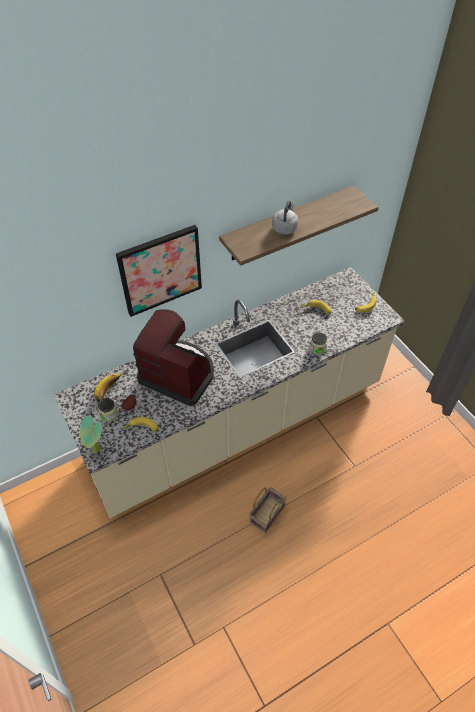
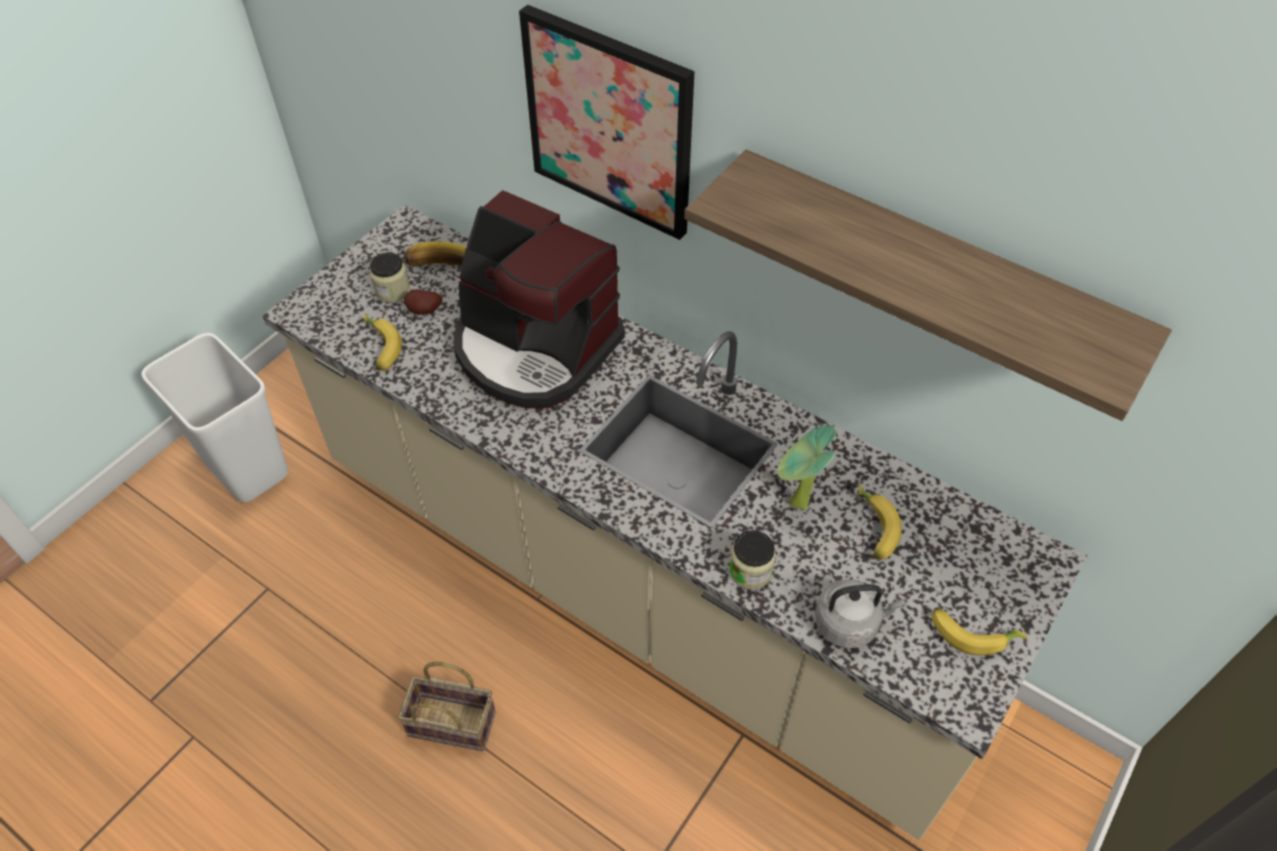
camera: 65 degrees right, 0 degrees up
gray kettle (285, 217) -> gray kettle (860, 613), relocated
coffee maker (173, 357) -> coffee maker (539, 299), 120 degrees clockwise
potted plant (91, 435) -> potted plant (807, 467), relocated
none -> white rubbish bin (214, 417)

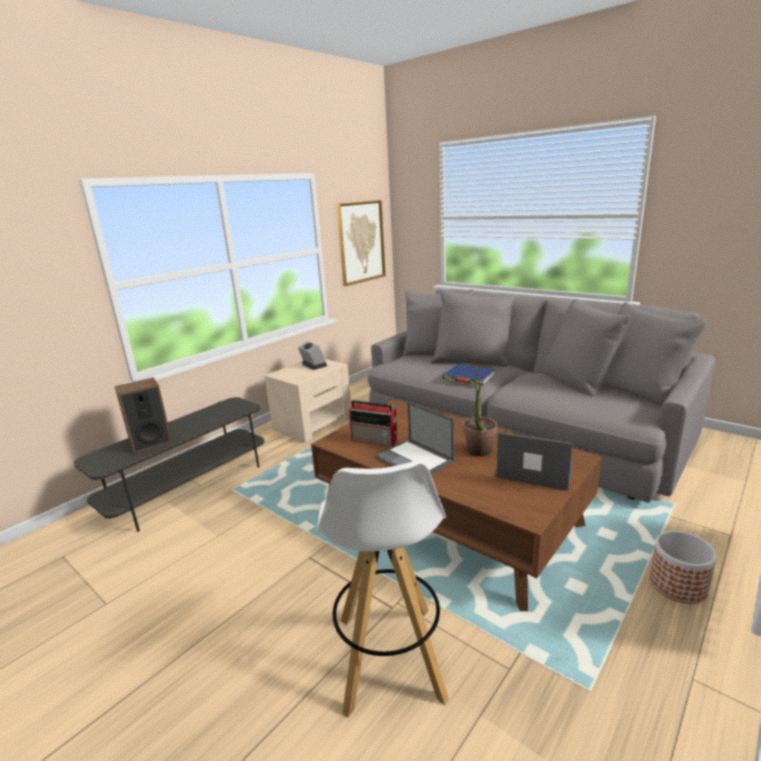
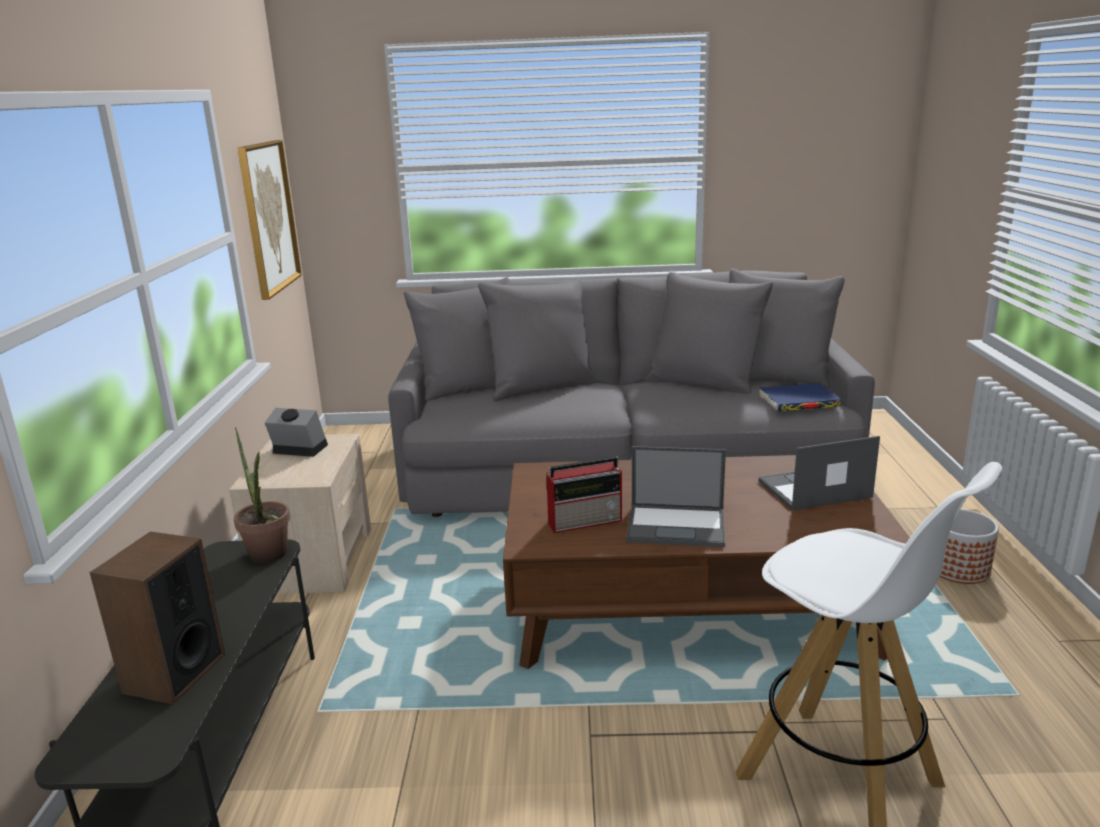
camera: 40 degrees left, 0 degrees up
bluish bound book (468, 374) -> bluish bound book (800, 397), relocated
potted plant (480, 411) -> potted plant (262, 495), relocated

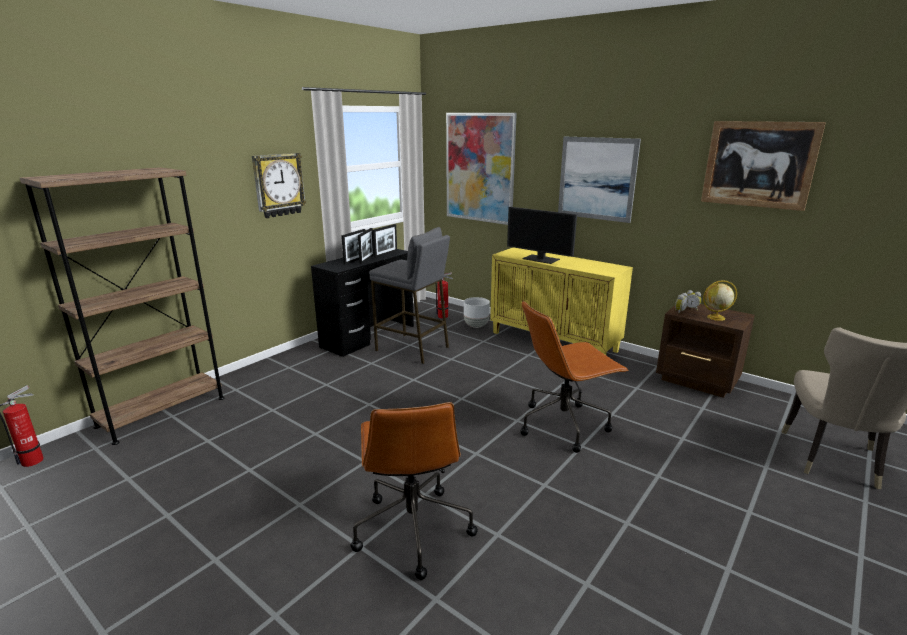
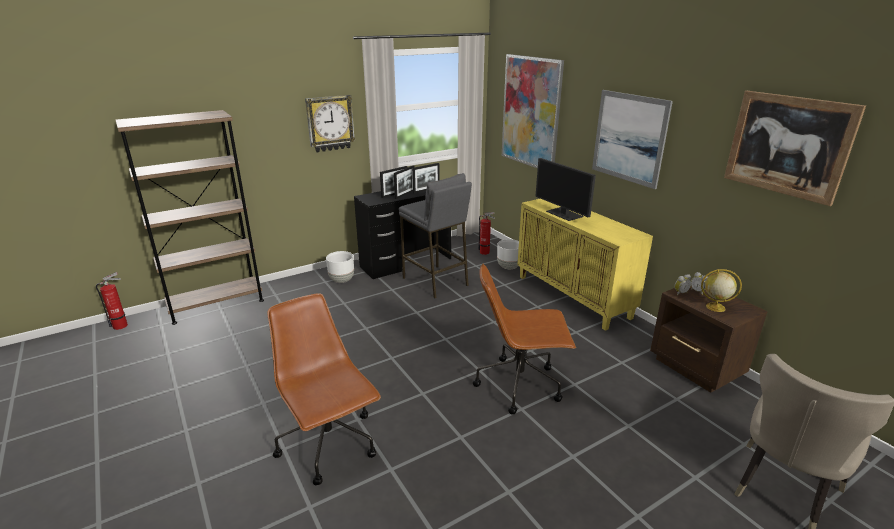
camera: 20 degrees right, 5 degrees up
brown desk chair (414, 491) -> brown desk chair (324, 389), 135 degrees clockwise
none -> white plant pot (340, 267)

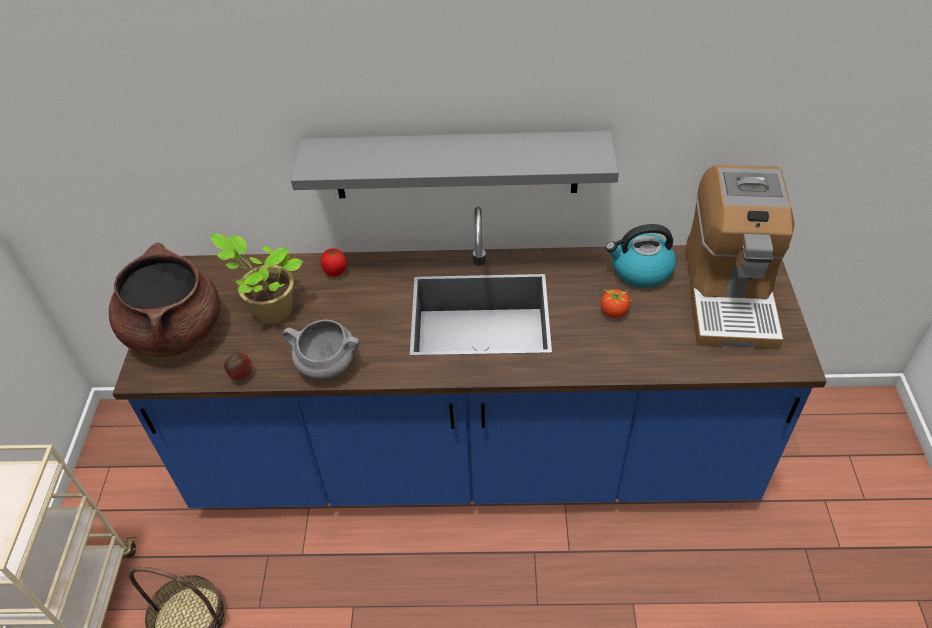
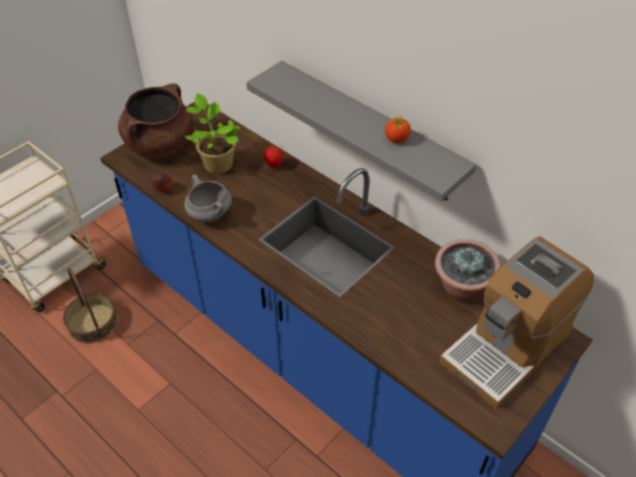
camera: 40 degrees right, 0 degrees up
kettle (640, 256) -> potted plant (468, 270)
whole tomato (616, 303) -> whole tomato (398, 129), relocated

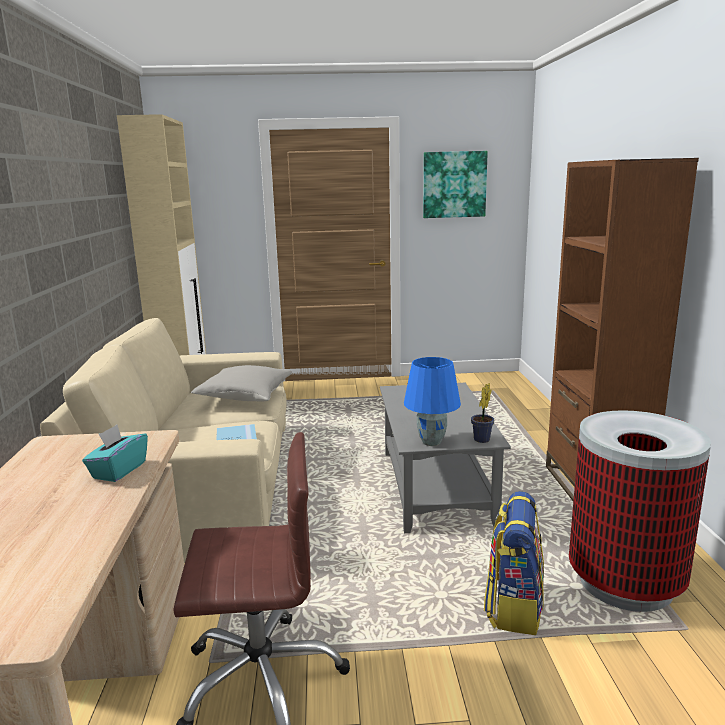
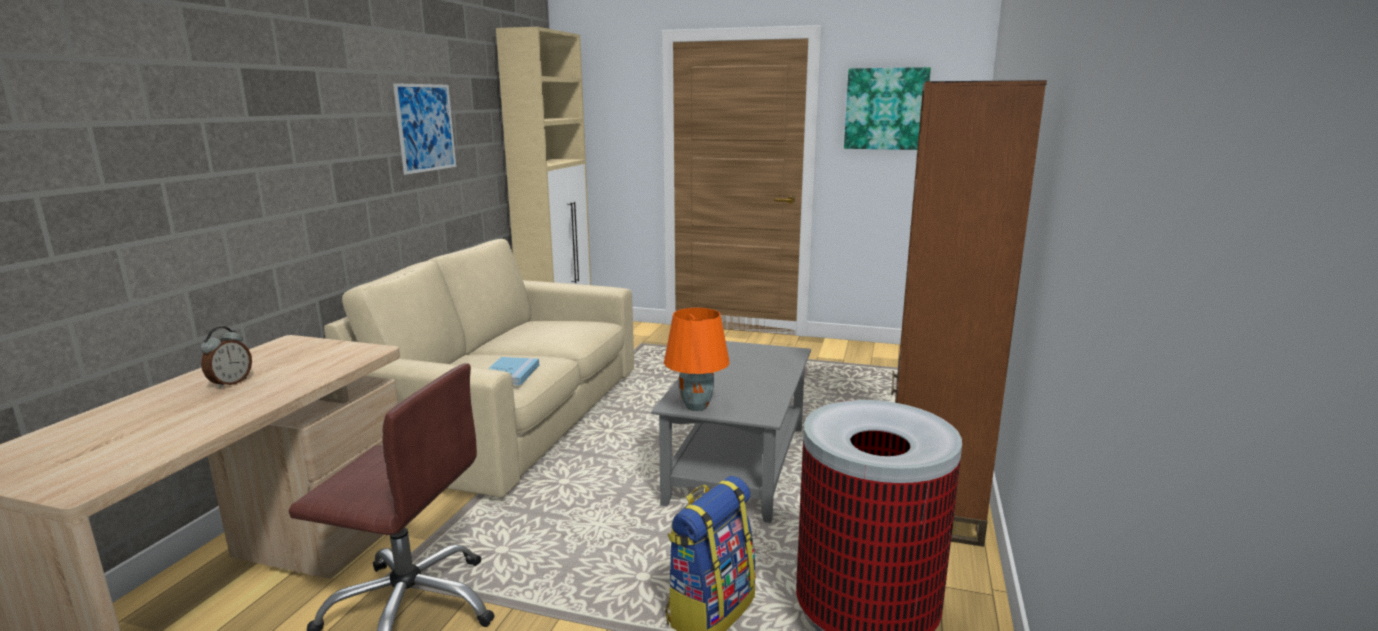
camera: 20 degrees right, 0 degrees up
bluish lamp for a table (432, 401) -> orange lamp for a table (696, 359)
gray pillow (241, 383) -> none
potted plant (482, 413) -> none
turquoise-coloured box of tissues (115, 453) -> none
none -> wall picture (424, 129)
none -> alarm clock (226, 358)

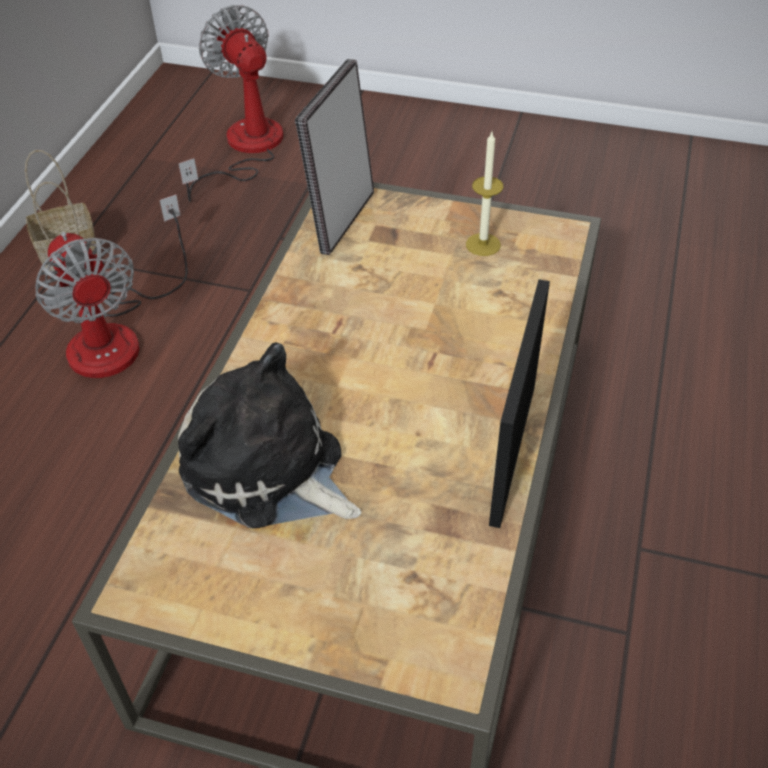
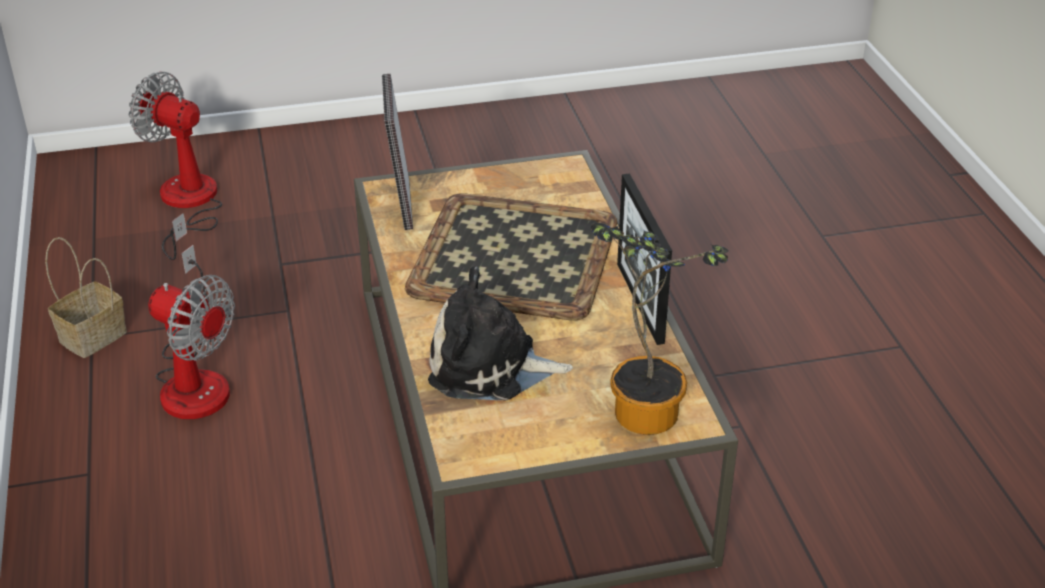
camera: 30 degrees left, 10 degrees down
candle (484, 194) -> none
none -> serving tray (511, 257)
none -> potted plant (660, 329)

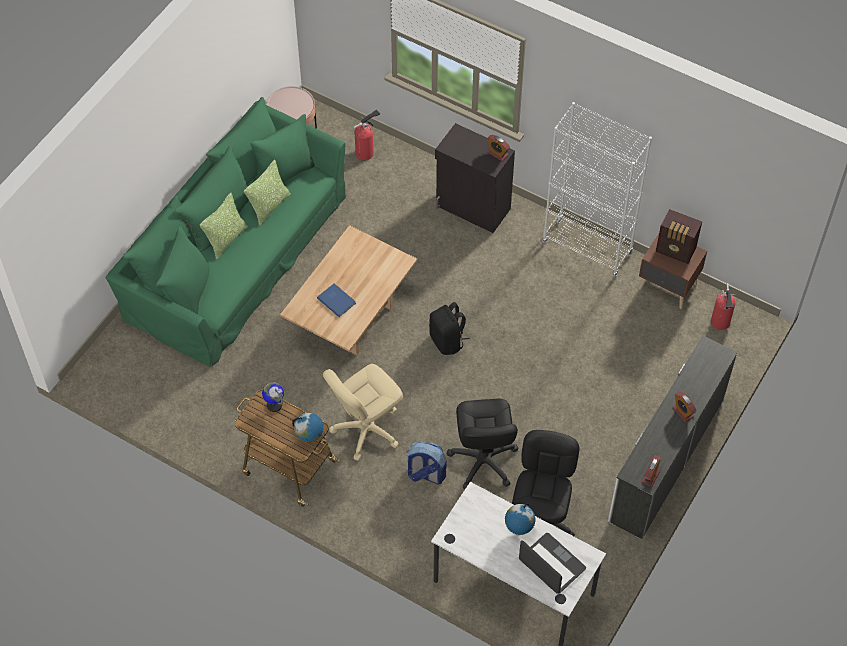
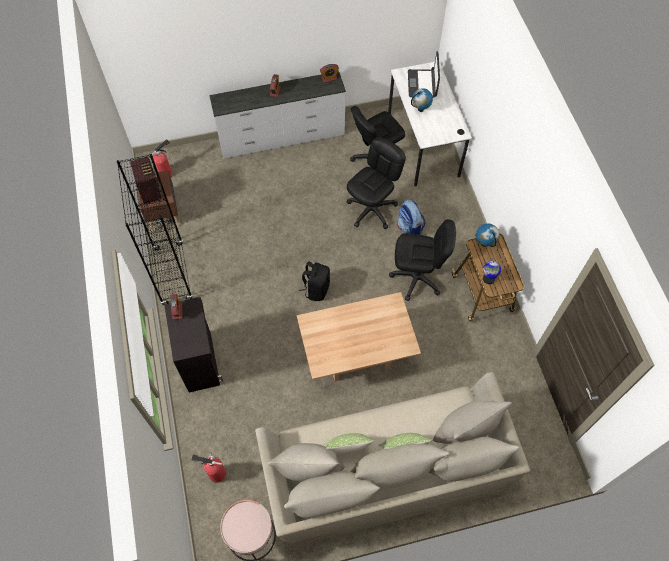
camera: 135 degrees left, 5 degrees up
green-coloured settee (226, 232) -> beige settee (392, 461)
white bookshelf (597, 189) -> blackish bookshelf (155, 229)
bluish bound book (336, 300) -> none
beige desk chair (363, 412) -> blackish desk chair (422, 260)

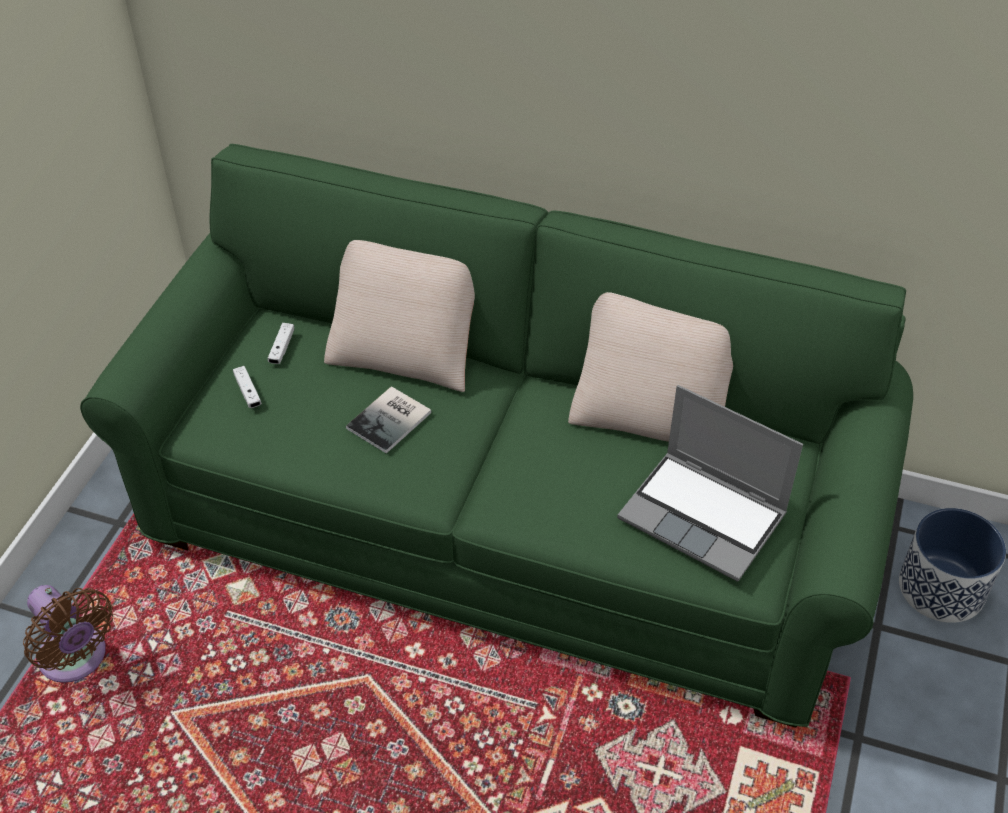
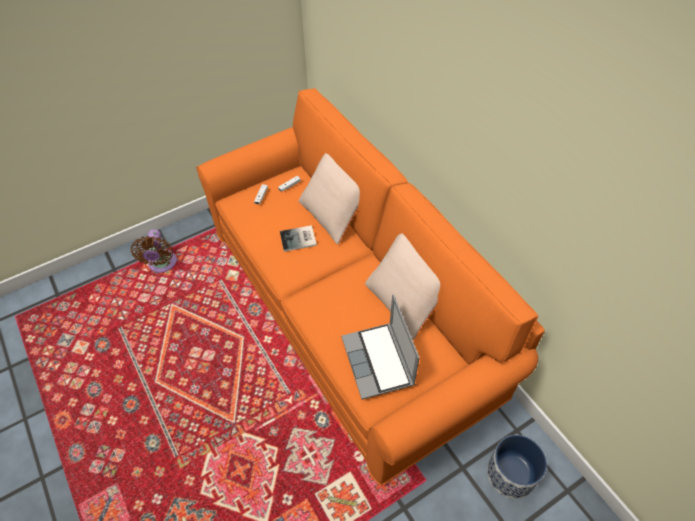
camera: 40 degrees right, 5 degrees up
green-coloured settee (496, 436) -> orange settee (371, 287)

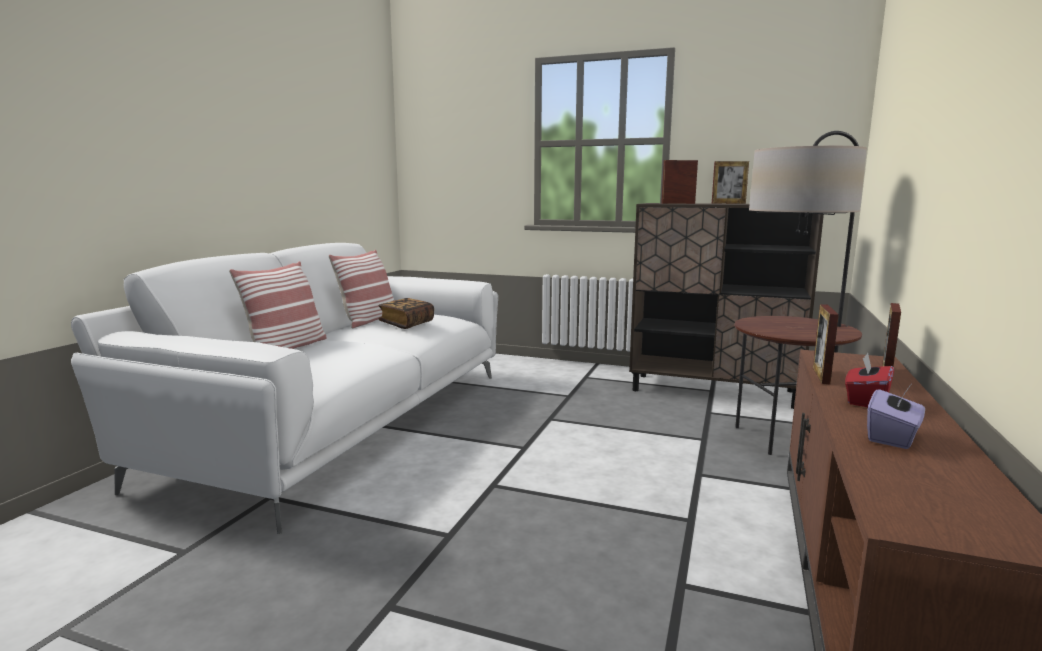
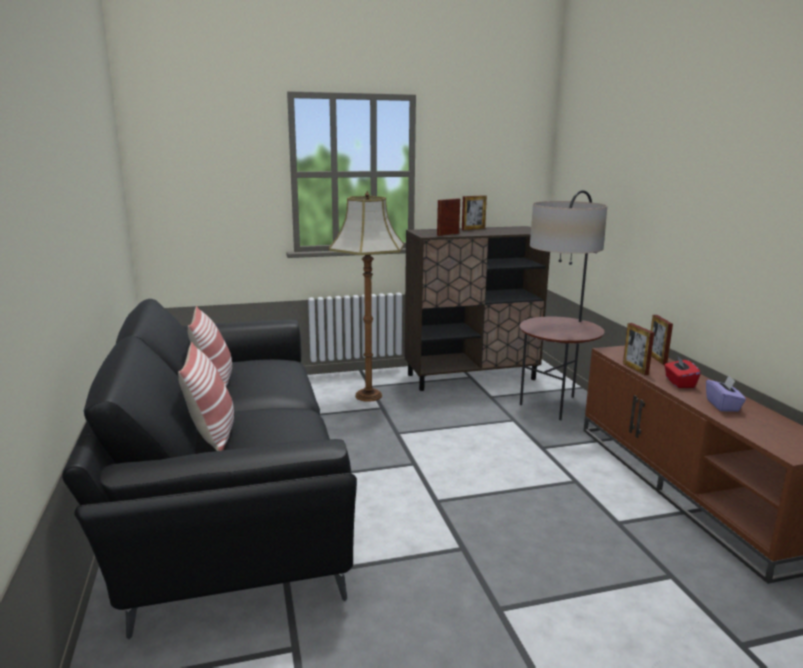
camera: 35 degrees left, 5 degrees up
white settee (284, 388) -> blackish settee (209, 469)
bound book (406, 313) -> none
none -> standard lamp (366, 296)

